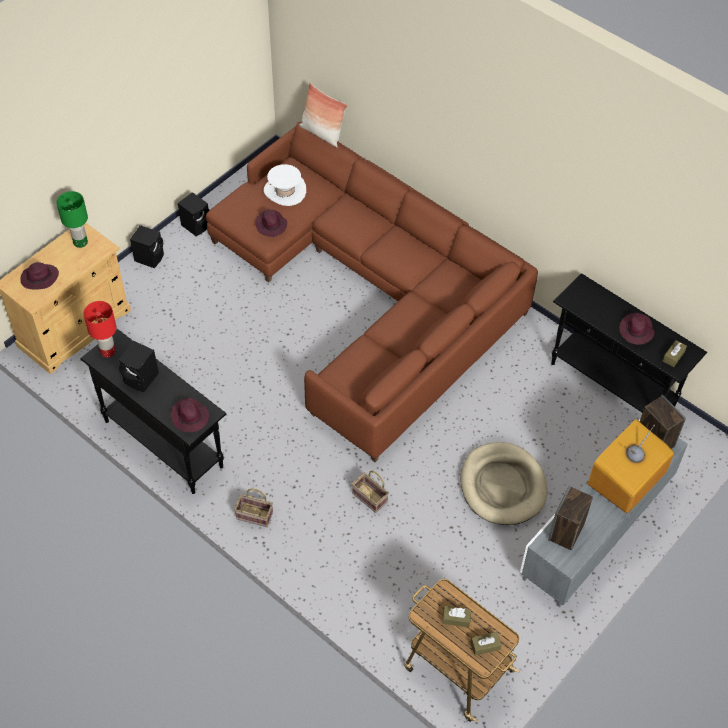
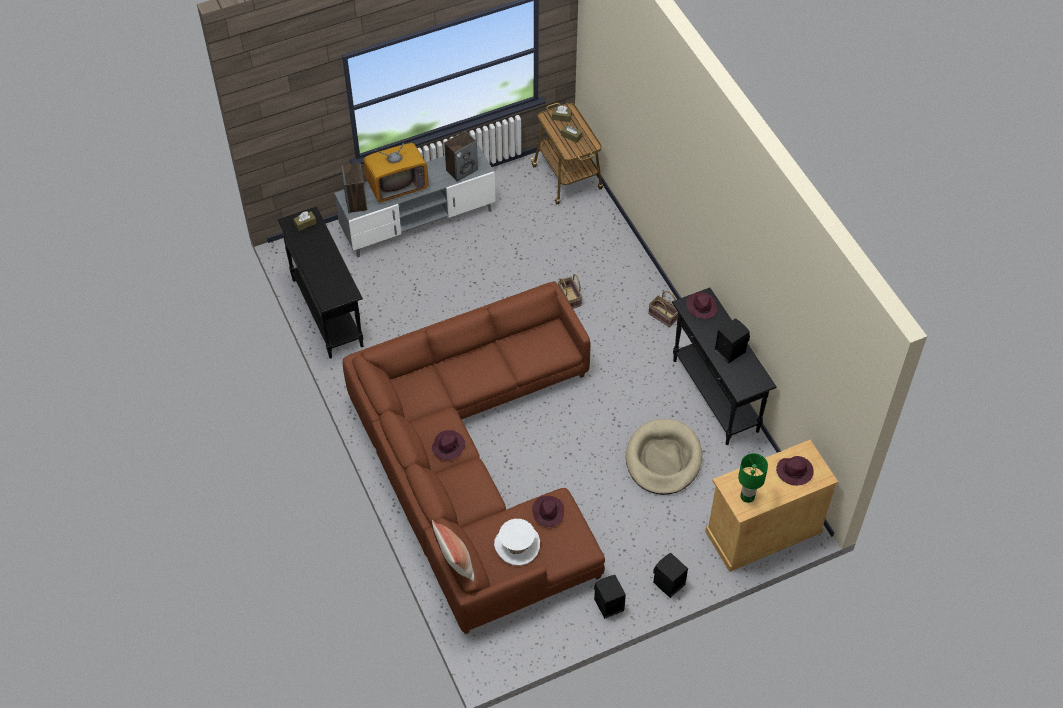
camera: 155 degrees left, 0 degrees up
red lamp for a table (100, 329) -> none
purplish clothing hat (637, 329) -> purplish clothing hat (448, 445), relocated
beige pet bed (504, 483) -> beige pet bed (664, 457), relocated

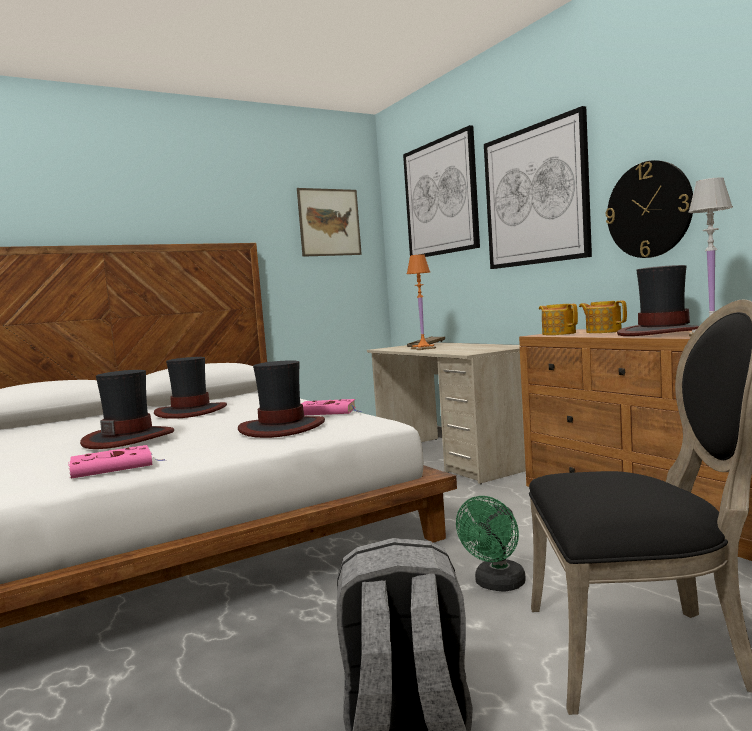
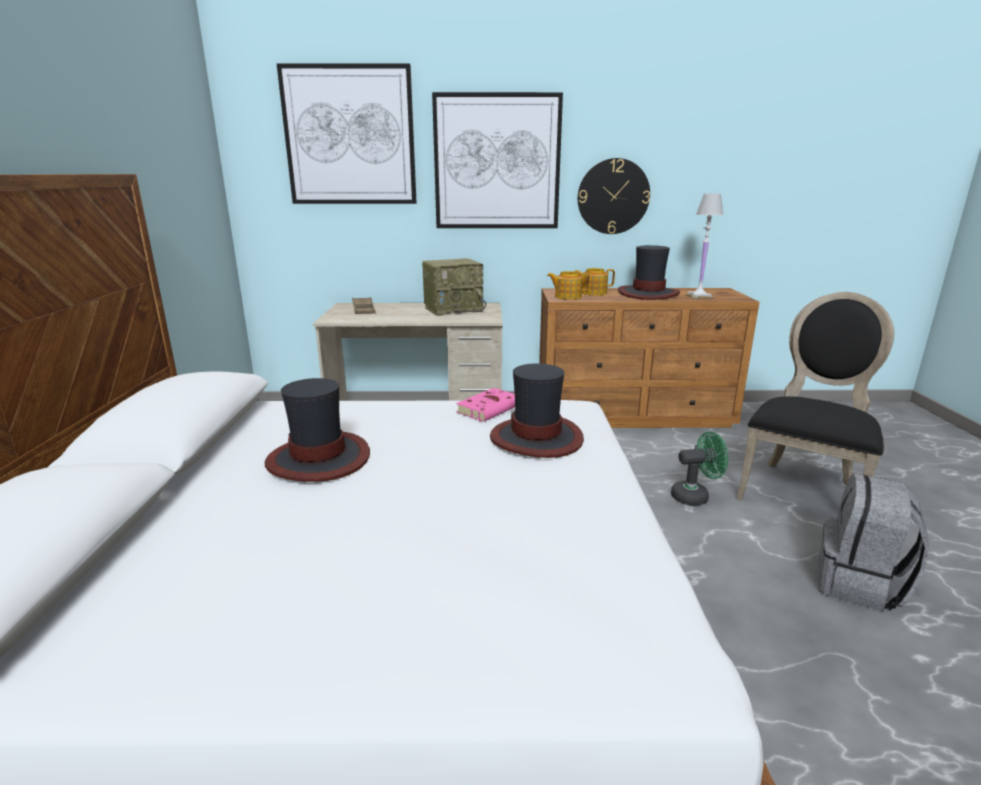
camera: 60 degrees left, 15 degrees up
wall picture (329, 222) -> none
orange lamp for a table (421, 302) -> none
clothing hat (127, 409) -> none
pinkish bound book (116, 462) -> none
green-coloured fan (491, 544) -> green-coloured fan (699, 468), 75 degrees counterclockwise
none -> radio set (454, 287)

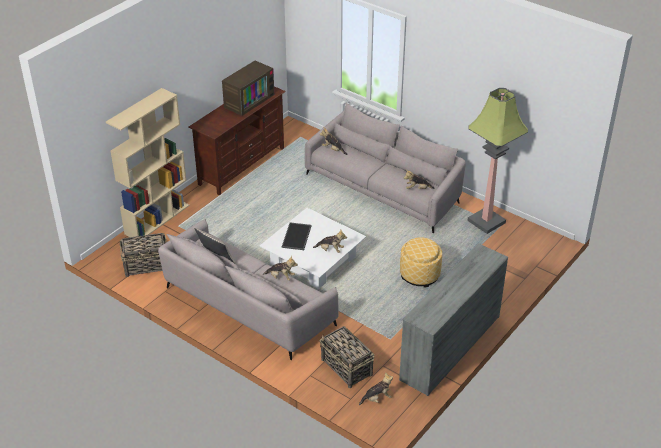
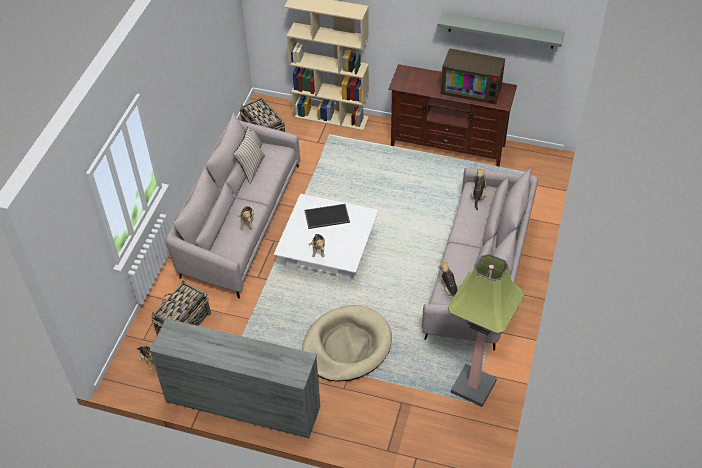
camera: 70 degrees right, 10 degrees up
pouffe (421, 262) -> beige pet bed (347, 343)
none -> gray bracket shelf (501, 30)

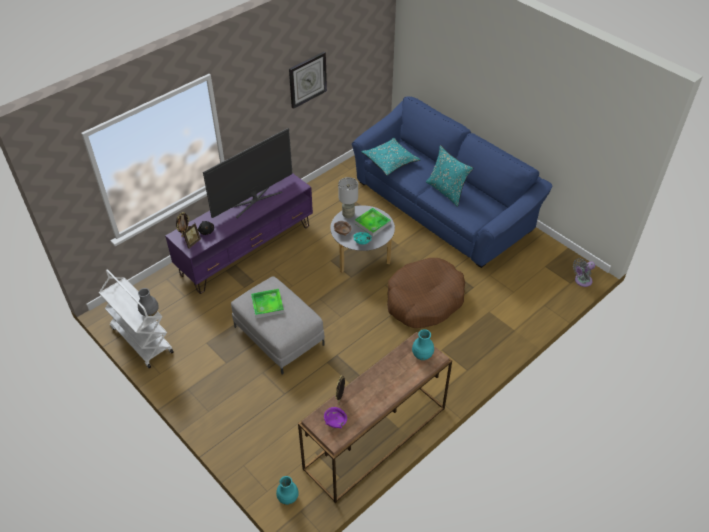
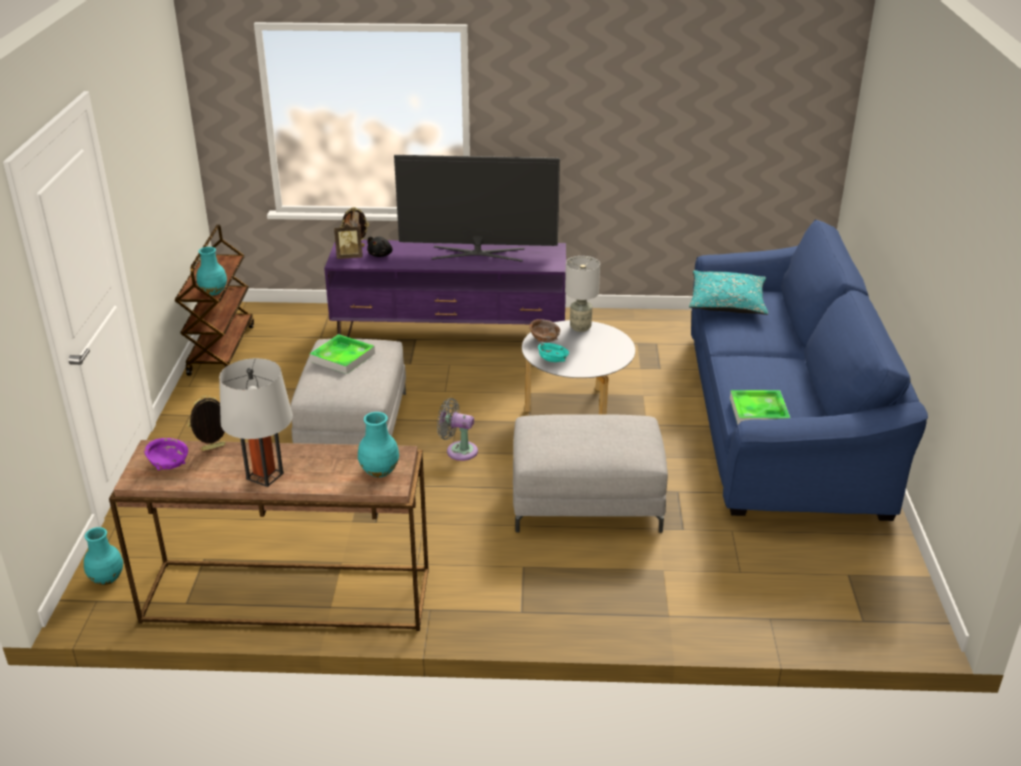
camera: 45 degrees right, 15 degrees down
hanging clock (308, 80) -> none
turquoise-coloured pillow (449, 176) -> none
serving tray (373, 222) -> serving tray (760, 407), relocated
brown pet bed (426, 293) -> gray pouffe (590, 473)
gray fan (584, 272) -> gray fan (457, 429), relocated
white cart (136, 318) -> brown cart (214, 300)
gray flower vase (148, 302) -> turquoise-coloured flower vase (211, 271)
none -> gray lamp for a table (256, 422)

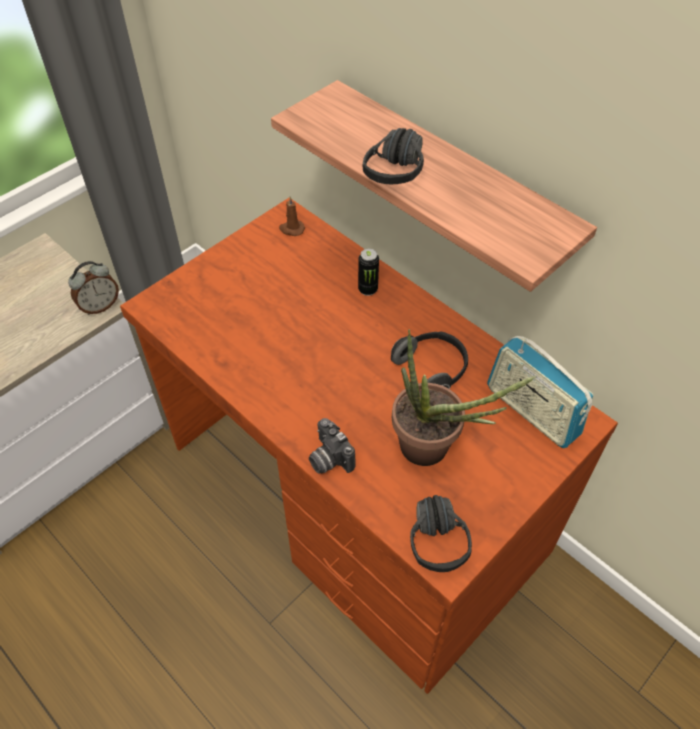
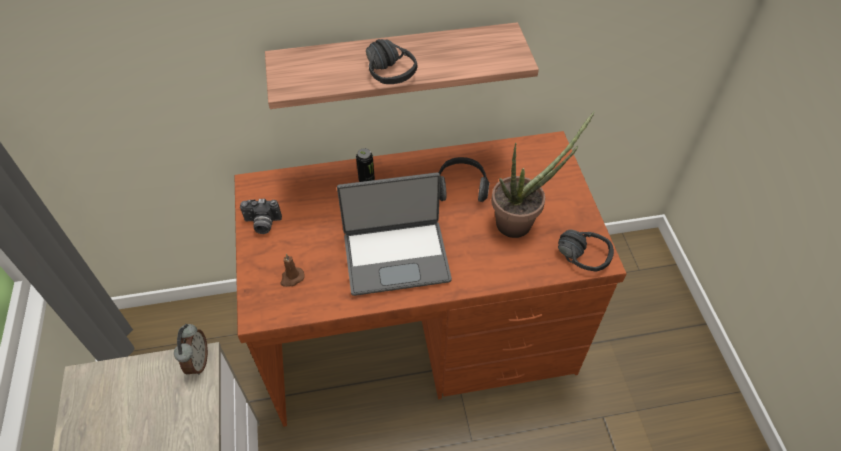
camera: 55 degrees left, 0 degrees up
brown candle (292, 216) -> brown candle (293, 270), relocated
radio set (540, 392) -> none
photo camera (332, 446) -> photo camera (261, 216), relocated
none -> portable computer (394, 234)

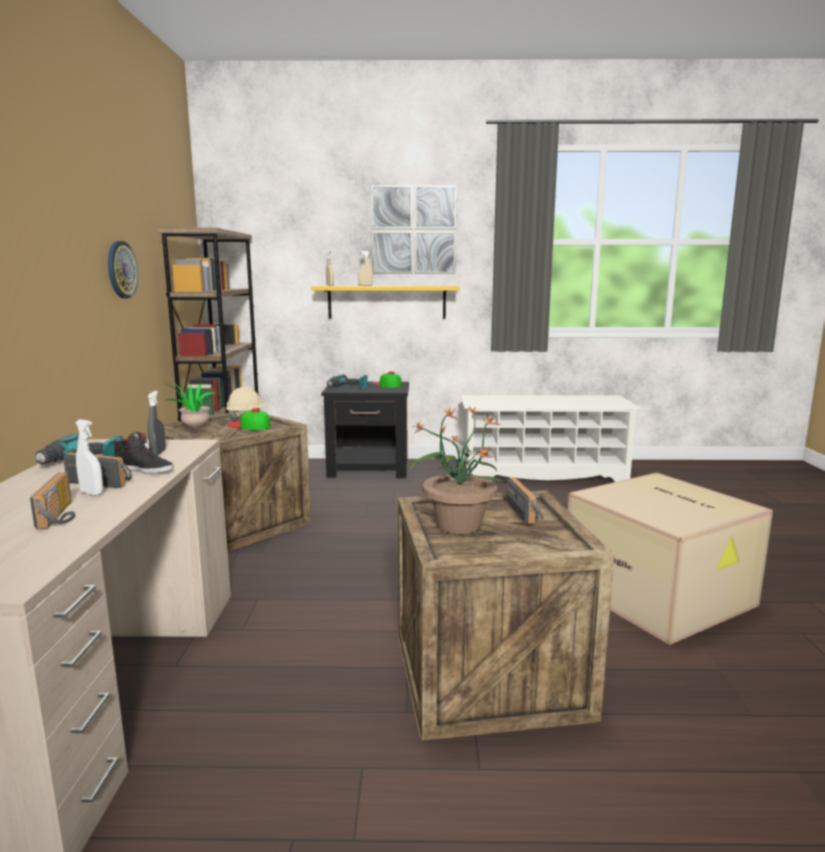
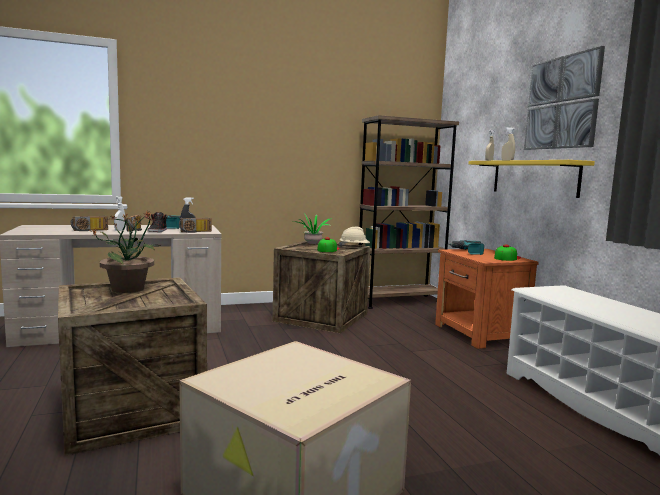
camera: 70 degrees right, 5 degrees down
hanging clock (123, 269) -> none
blackish bedside table (365, 430) -> orange bedside table (487, 299)
radio set (524, 500) -> radio set (195, 225), relocated

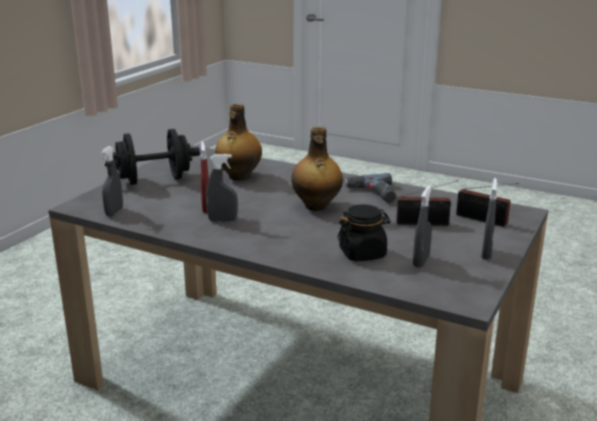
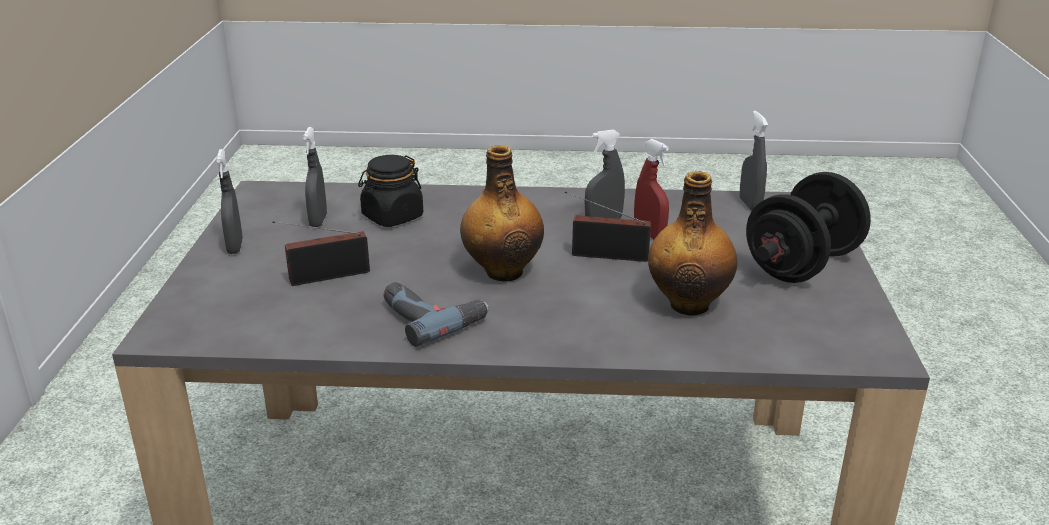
camera: 155 degrees right, 5 degrees up
radio set (487, 205) -> radio set (608, 226), relocated

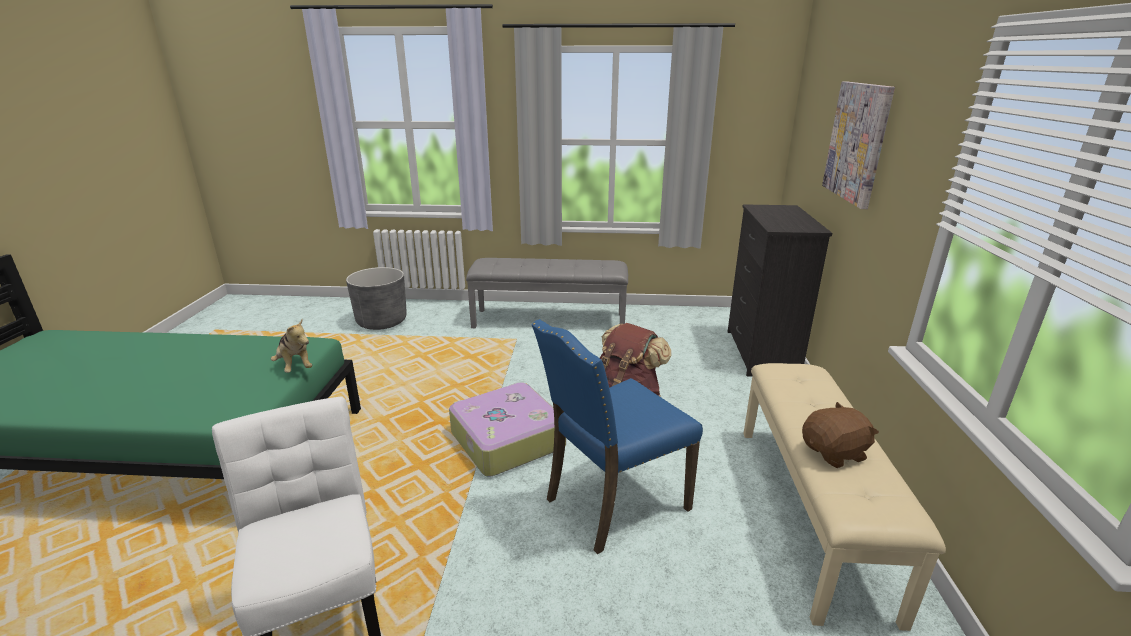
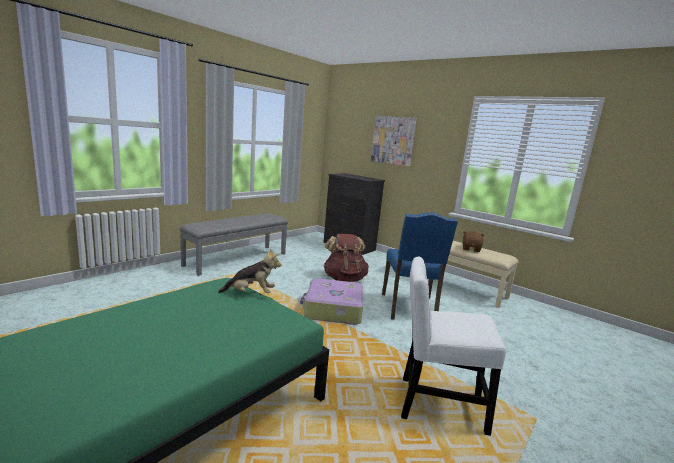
camera: 55 degrees left, 10 degrees down
gray plant pot (376, 298) -> none

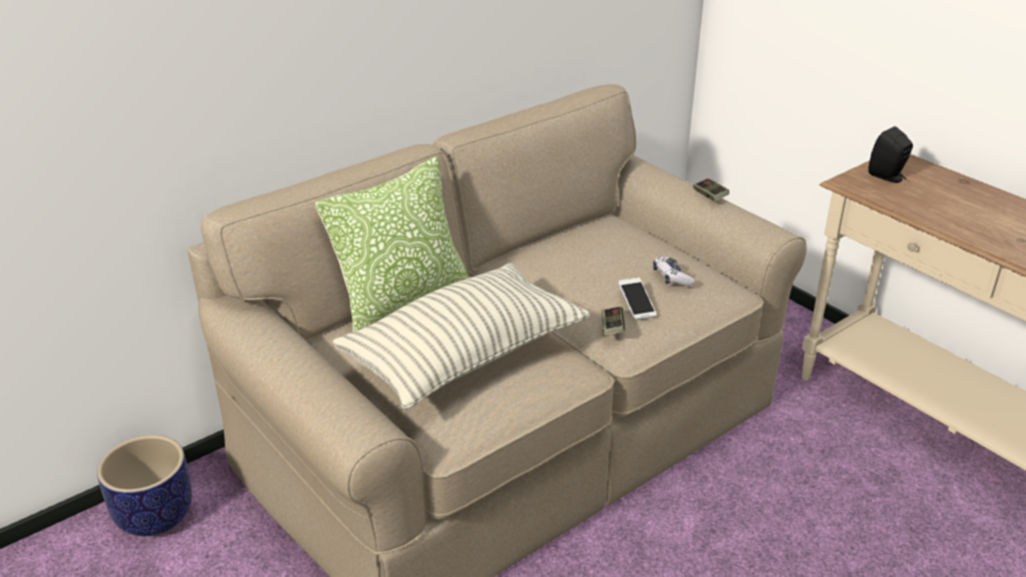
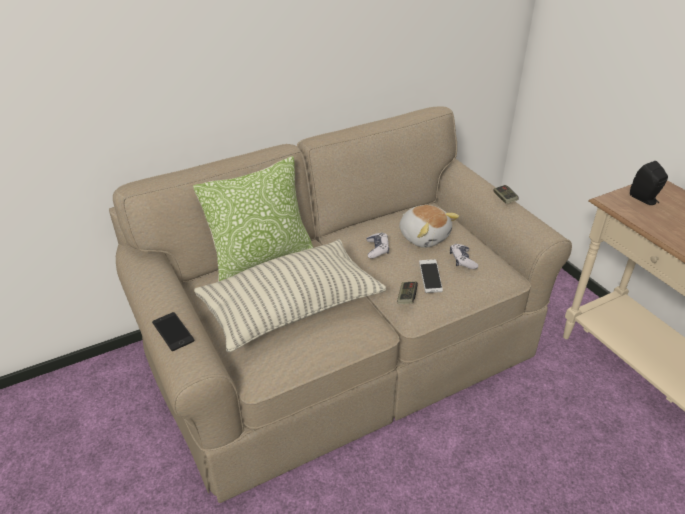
camera: 10 degrees right, 5 degrees up
plant pot (144, 485) -> none
none -> soft toy (429, 226)
none -> game controller (378, 245)
none -> handset (173, 331)

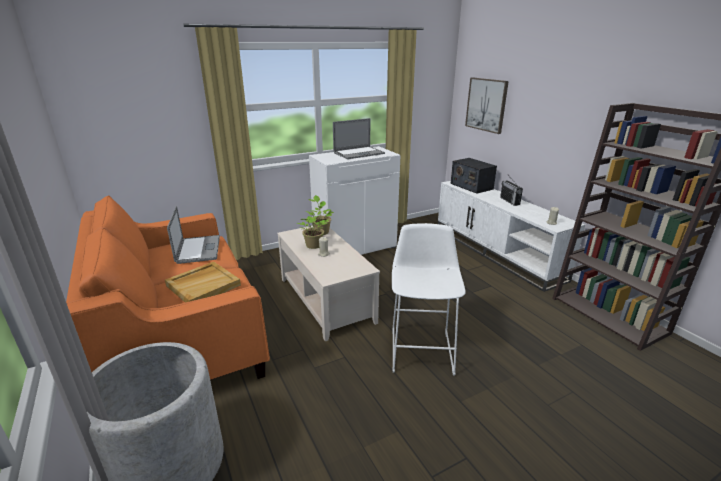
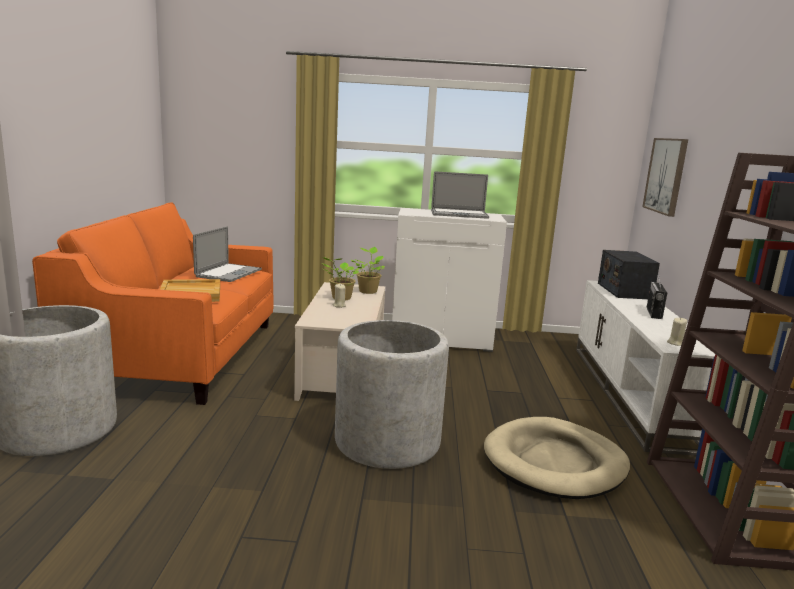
camera: 30 degrees right, 10 degrees down
white stool (429, 299) -> gray plant pot (392, 394)
none -> beige pet bed (557, 458)

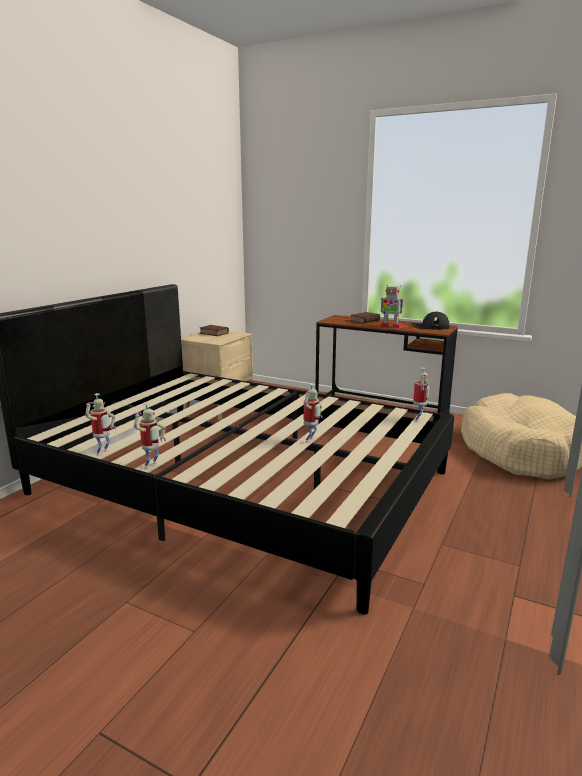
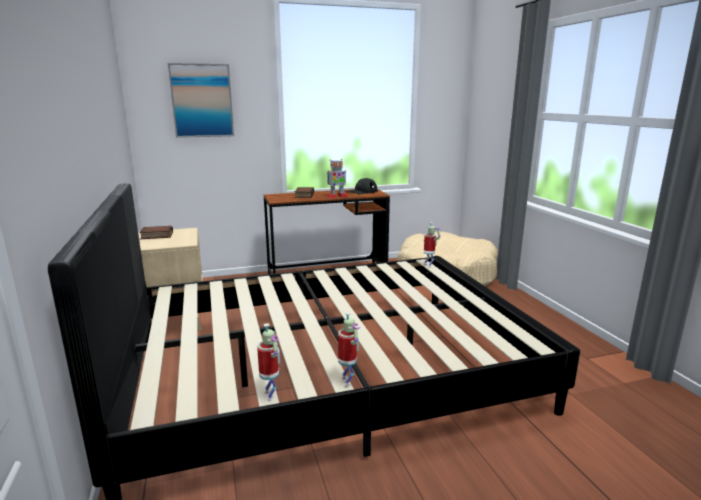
camera: 45 degrees left, 0 degrees up
model robot (313, 413) -> none
none -> wall picture (201, 100)

